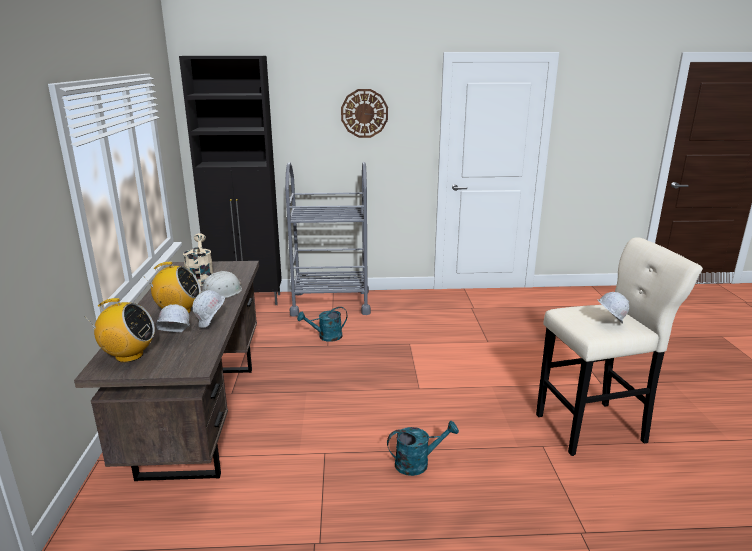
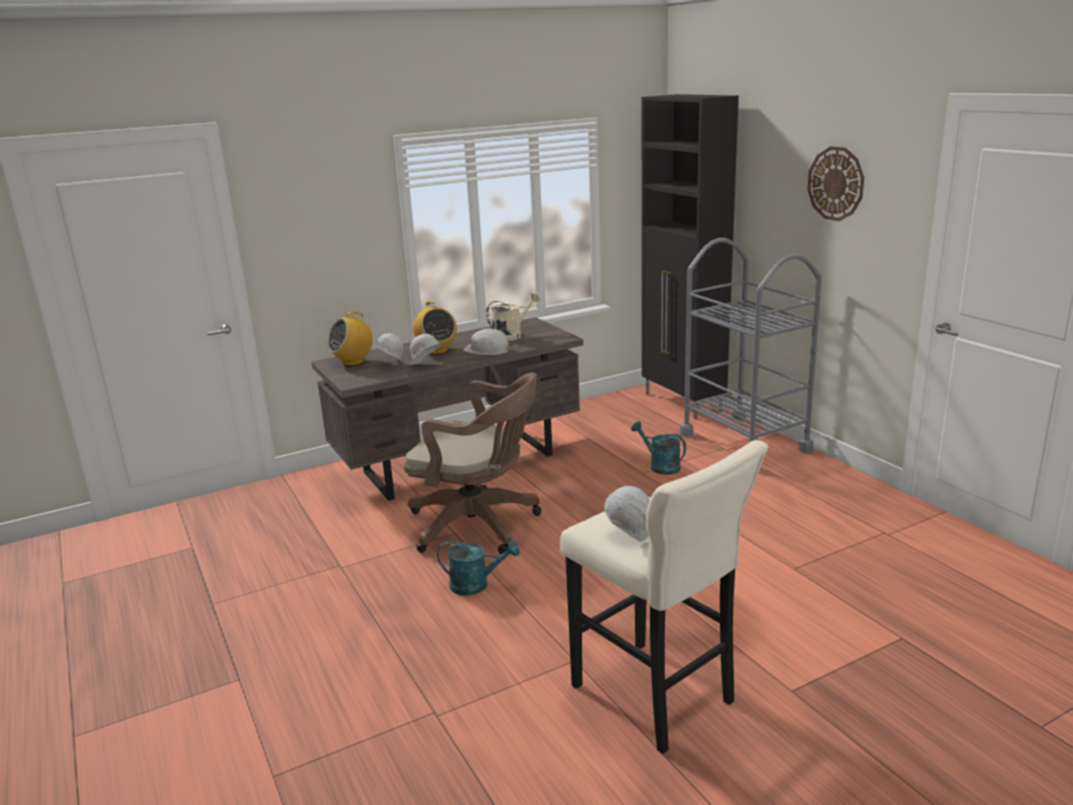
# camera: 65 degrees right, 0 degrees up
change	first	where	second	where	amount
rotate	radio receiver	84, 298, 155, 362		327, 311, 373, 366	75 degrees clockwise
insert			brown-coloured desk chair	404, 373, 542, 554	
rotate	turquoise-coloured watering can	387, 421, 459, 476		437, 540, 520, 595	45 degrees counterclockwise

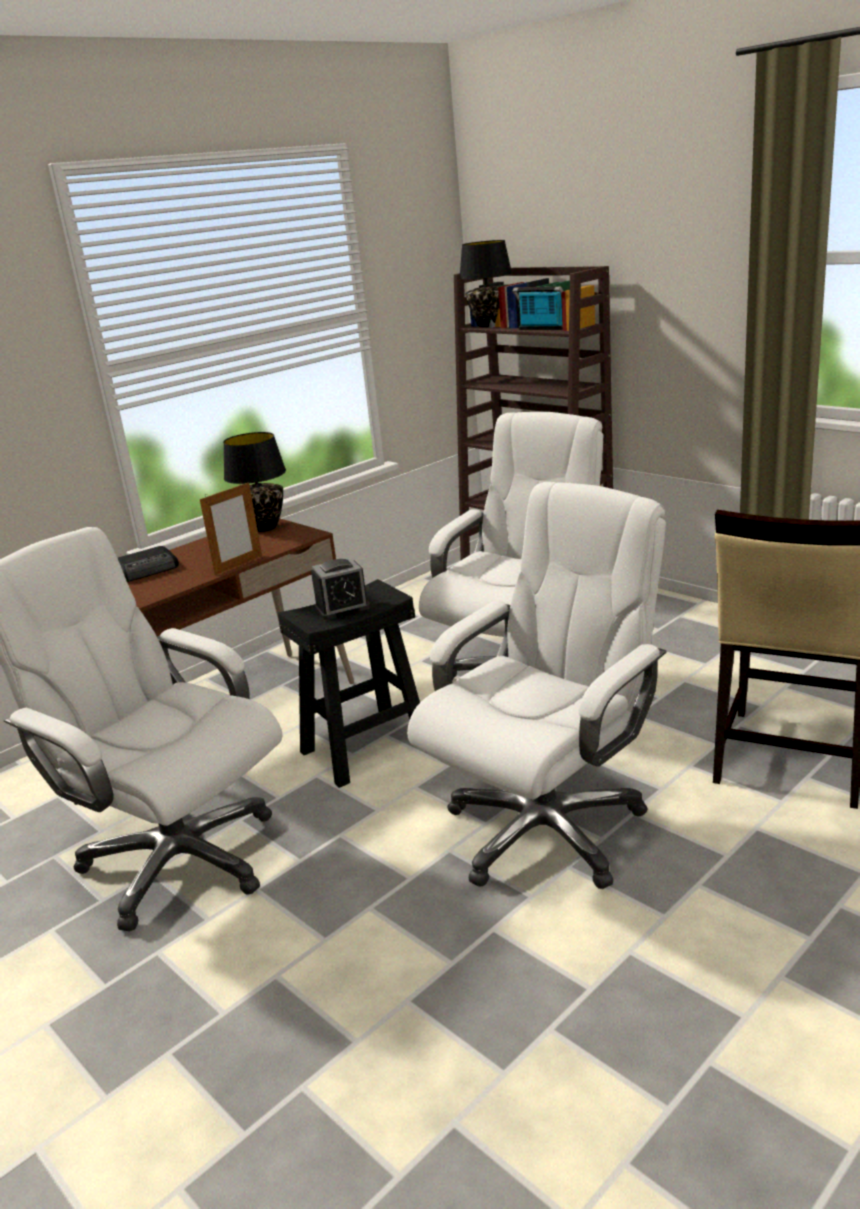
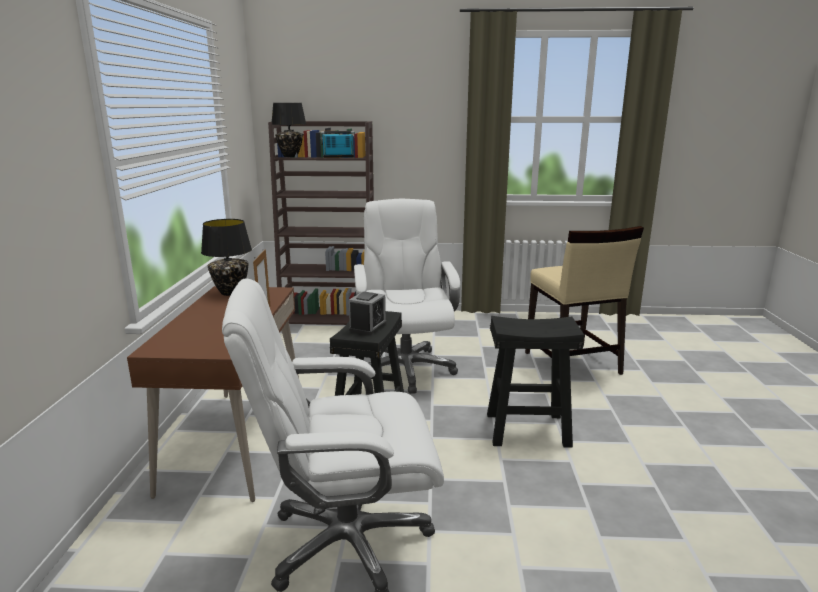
# camera: 45 degrees left, 5 degrees down
change	first	where	second	where	amount
replace	white-coloured desk chair	407, 482, 667, 889	black-coloured stool	487, 316, 584, 448	
delete	radio receiver	118, 546, 179, 582			

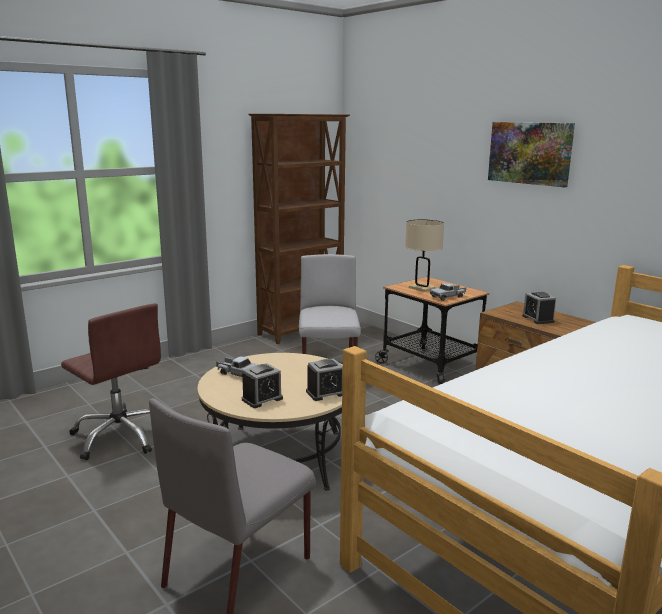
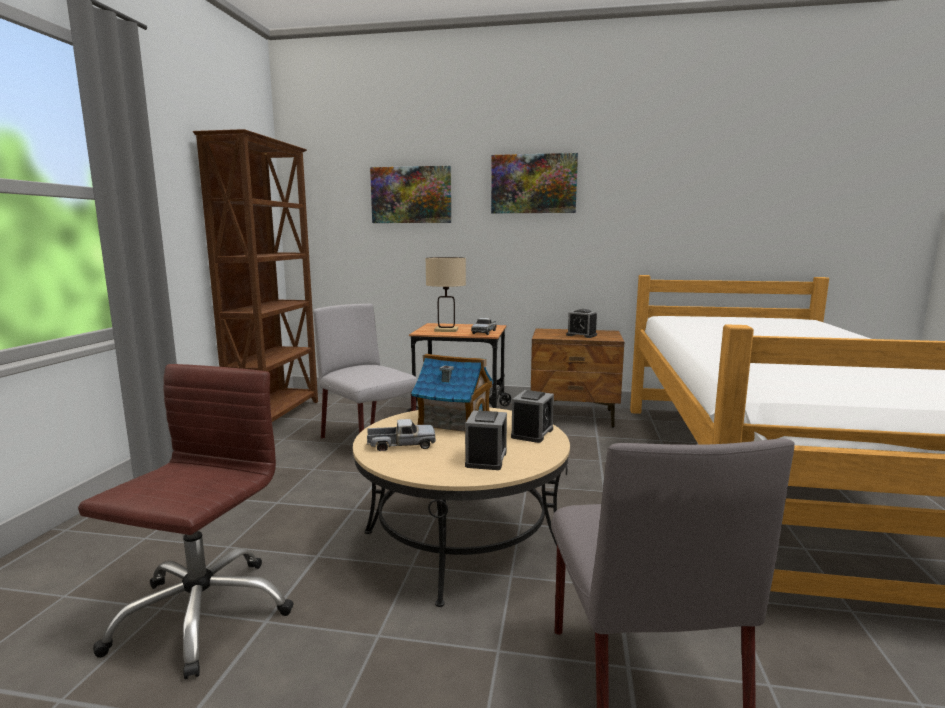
# camera: 40 degrees left, 5 degrees down
change	first	where	second	where	amount
rotate	brown-coloured desk chair	61, 303, 161, 460		78, 364, 294, 680	75 degrees counterclockwise
insert			wall art	370, 166, 451, 223	
insert			model house	411, 354, 494, 432	

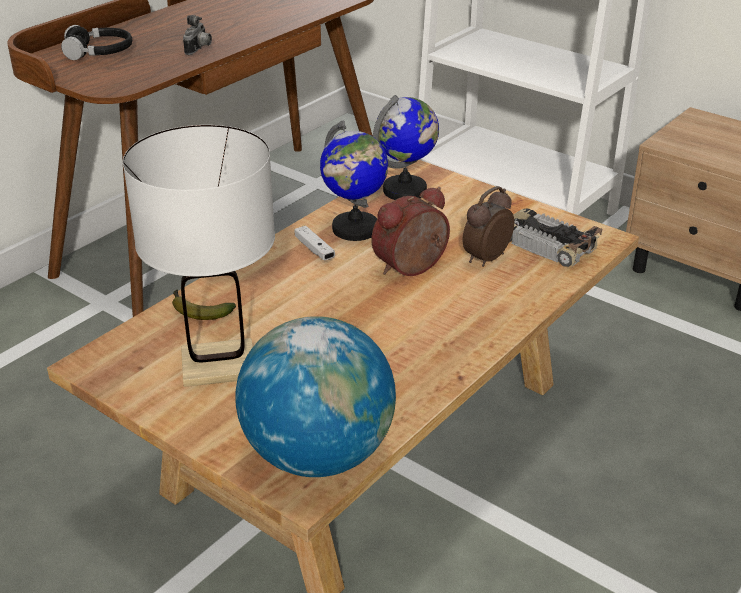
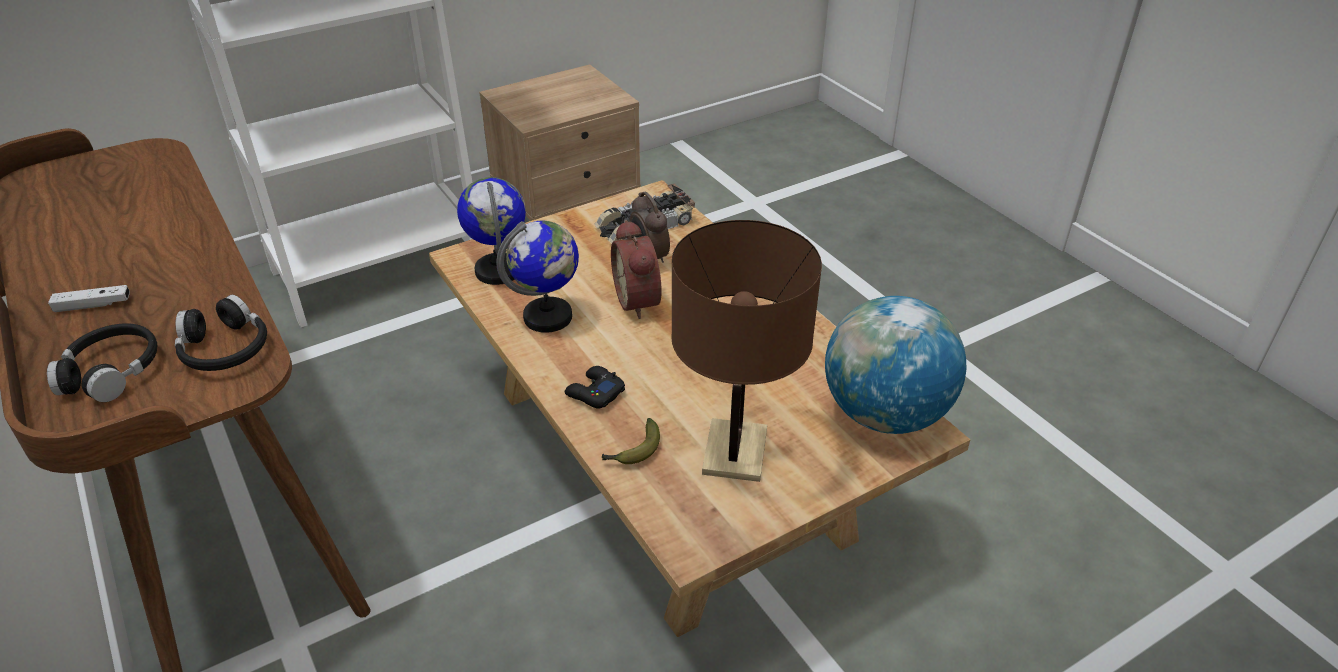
# camera: 70 degrees left, 5 degrees up
change	first	where	second	where	amount
move	white-coloured joypad	295, 226, 335, 260		48, 285, 130, 312	
insert			black-coloured headset	175, 295, 267, 371	
insert			black-coloured joypad	565, 366, 625, 409	
recolor	white-coloured tabletop lamp	123, 125, 275, 387	brown-coloured tabletop lamp	671, 220, 822, 482	
delete	photo camera	183, 15, 212, 55			

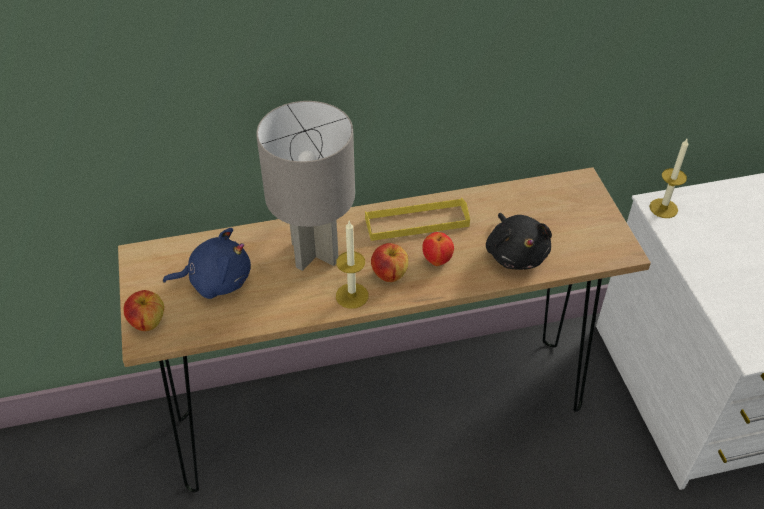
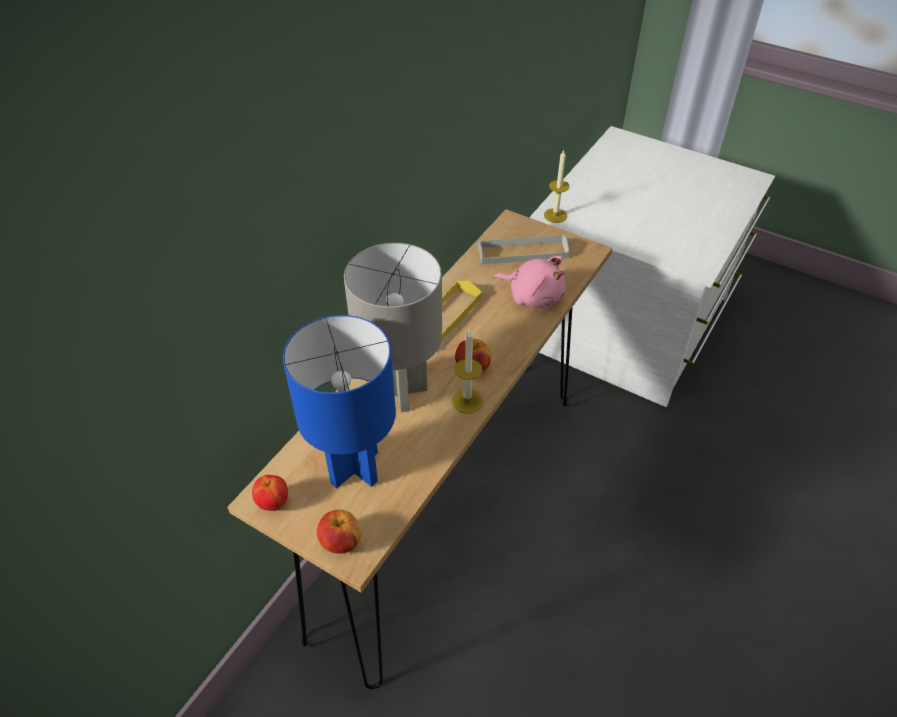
# camera: 45 degrees left, 0 degrees up
change	first	where	second	where	amount
move	whole apple	422, 232, 454, 266		252, 475, 288, 511	
replace	blue plush toy	163, 228, 251, 299	blue tabletop lamp	283, 315, 396, 488	
insert			grey carrying tray	478, 234, 569, 265	
recolor	black-coloured plush toy	486, 213, 552, 270	pink plush toy	494, 256, 566, 308	

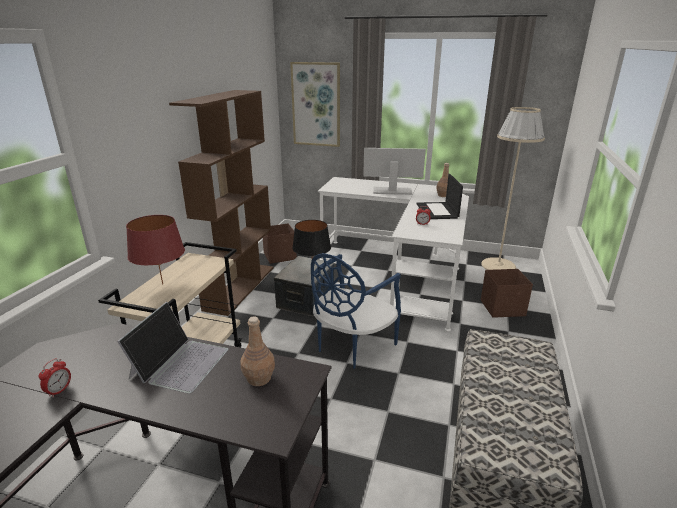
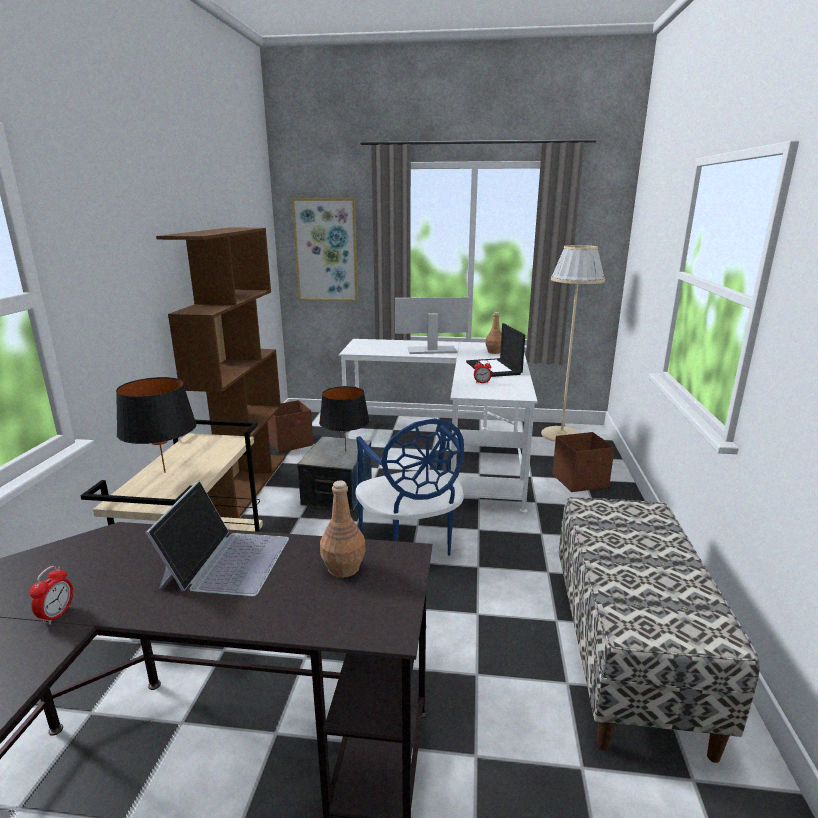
# camera: 10 degrees left, 5 degrees down
change	first	where	second	where	amount
recolor	red-coloured tabletop lamp	126, 215, 185, 285	black-coloured tabletop lamp	116, 377, 197, 473	
rotate	blue plain chair	311, 253, 401, 369		355, 418, 464, 556	45 degrees counterclockwise

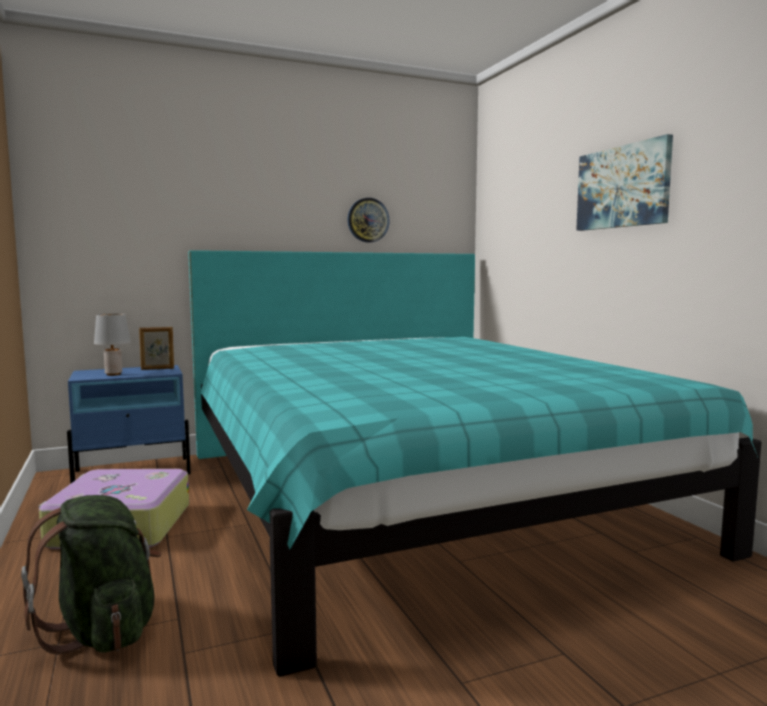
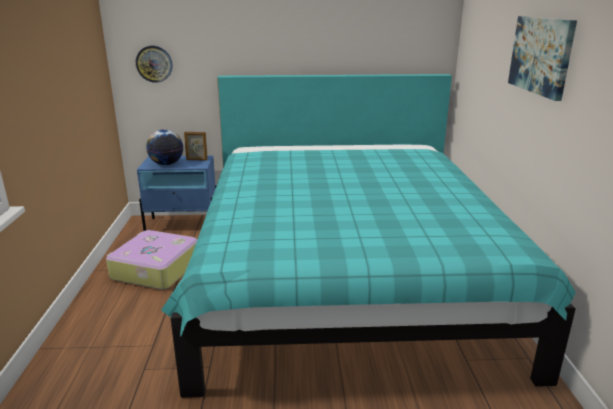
# camera: 20 degrees right, 15 degrees up
change	first	where	second	where	amount
move	hanging clock	348, 198, 390, 242		136, 46, 172, 83	
replace	grey tabletop lamp	94, 313, 131, 376	desk globe	146, 129, 183, 165	
delete	green-coloured knapsack	21, 495, 162, 654			

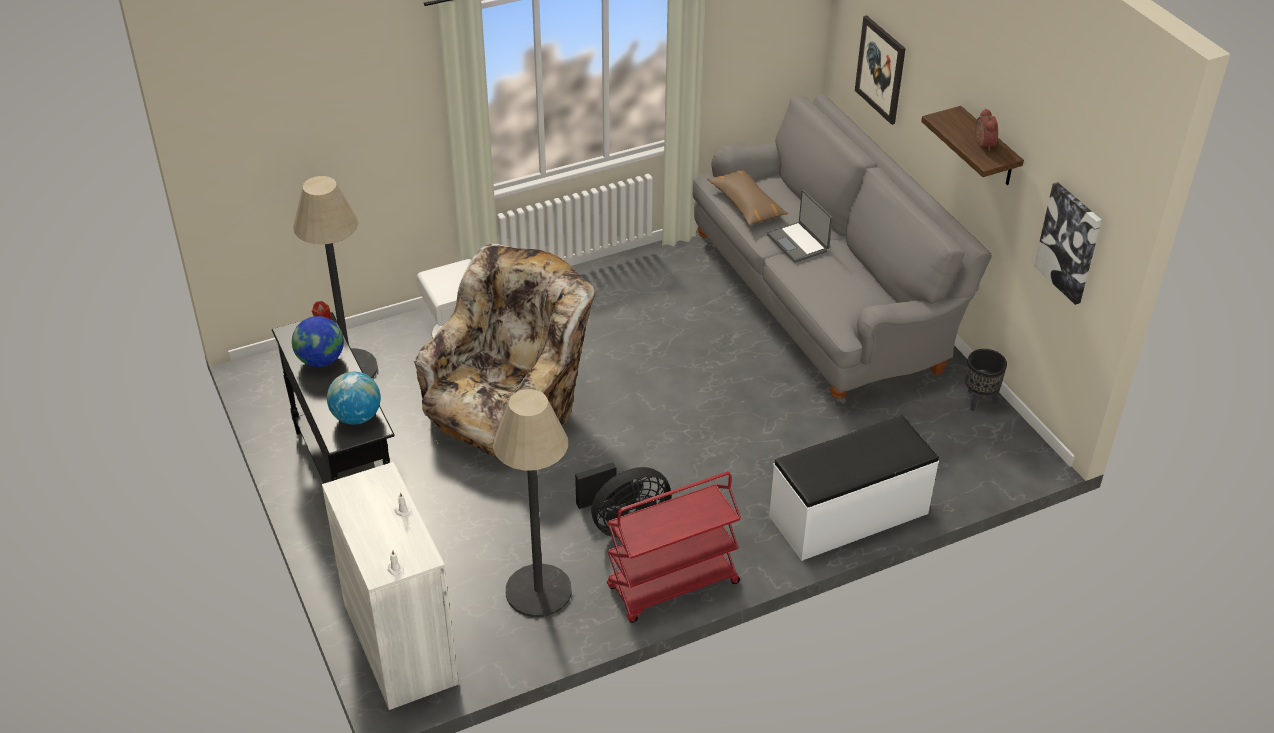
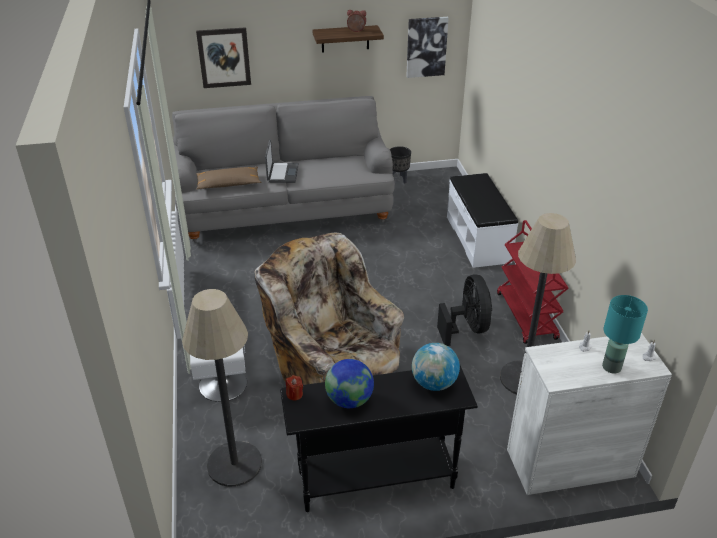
# camera: 75 degrees left, 5 degrees down
change	first	where	second	where	amount
rotate	notebook computer	767, 190, 833, 263		265, 139, 299, 183	75 degrees counterclockwise
insert			turquoise-coloured tabletop lamp	602, 295, 648, 373	

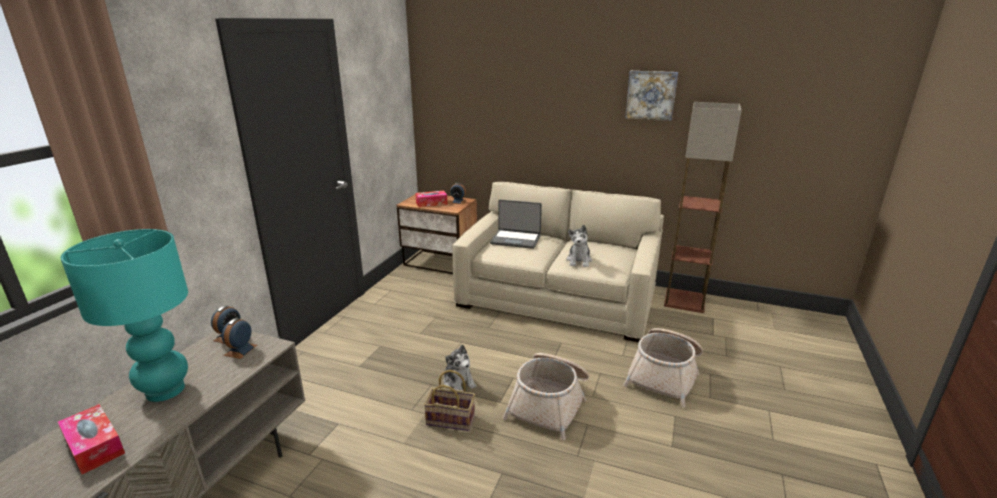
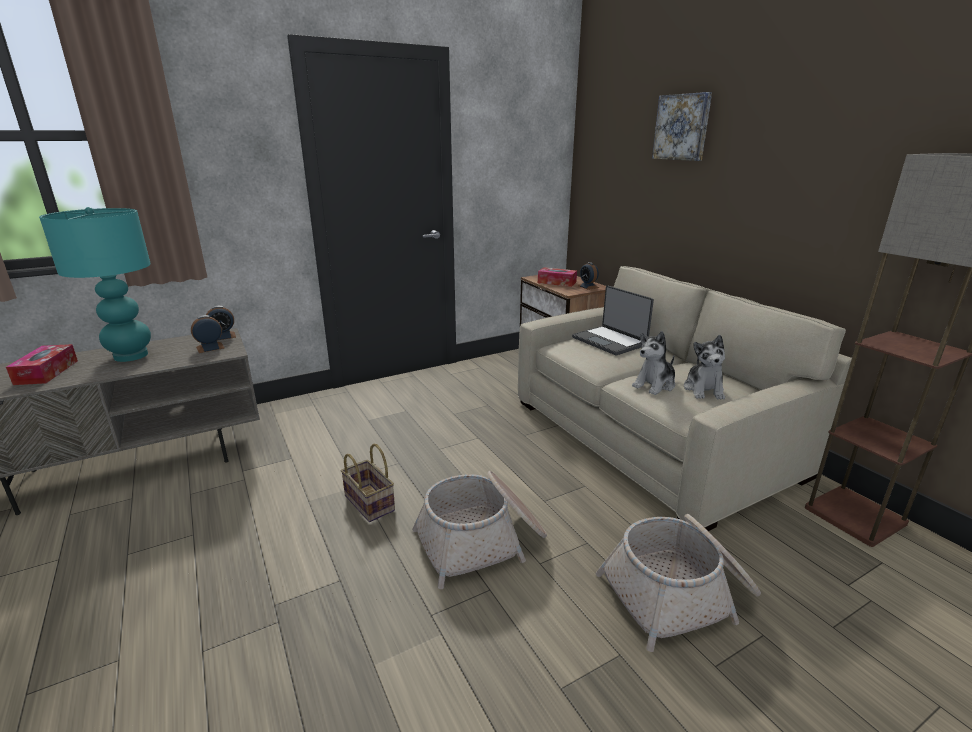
# camera: 40 degrees right, 0 degrees up
change	first	where	second	where	amount
move	wall art	625, 71, 678, 121		652, 92, 712, 161	
move	plush toy	444, 344, 476, 390		684, 335, 725, 400	

